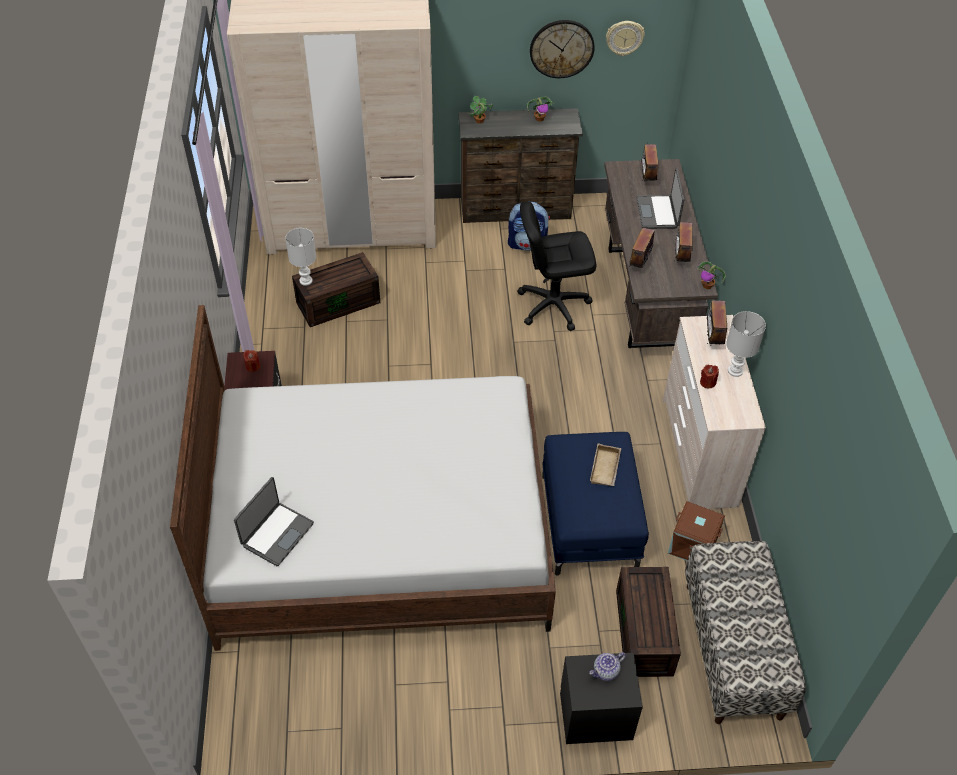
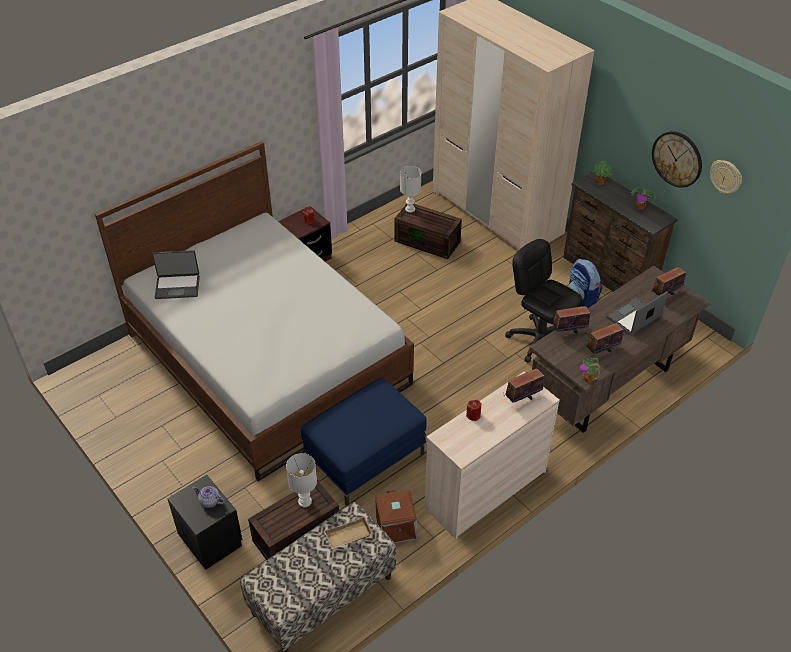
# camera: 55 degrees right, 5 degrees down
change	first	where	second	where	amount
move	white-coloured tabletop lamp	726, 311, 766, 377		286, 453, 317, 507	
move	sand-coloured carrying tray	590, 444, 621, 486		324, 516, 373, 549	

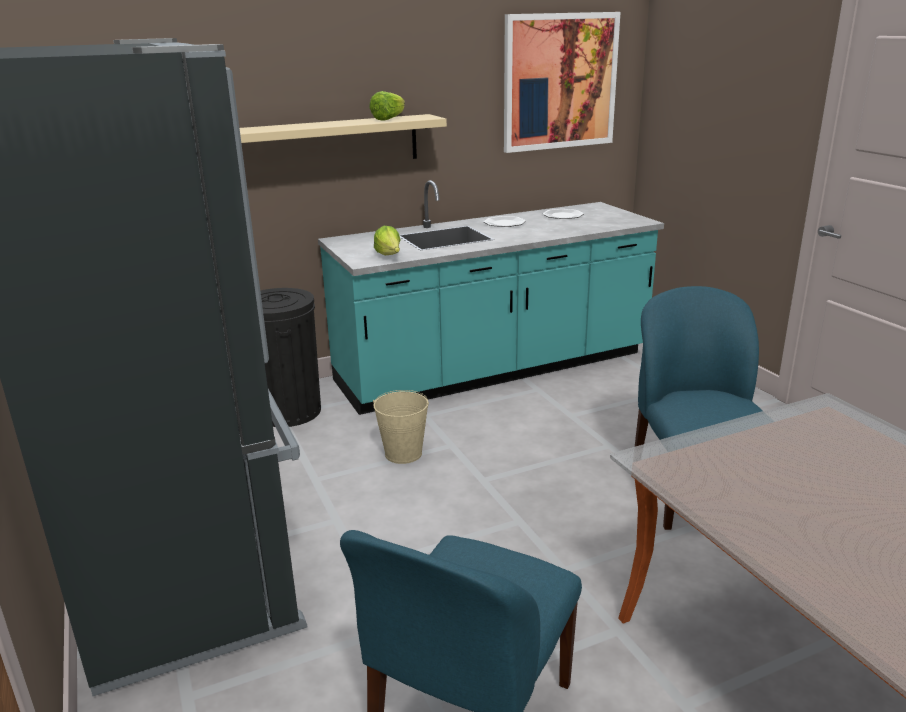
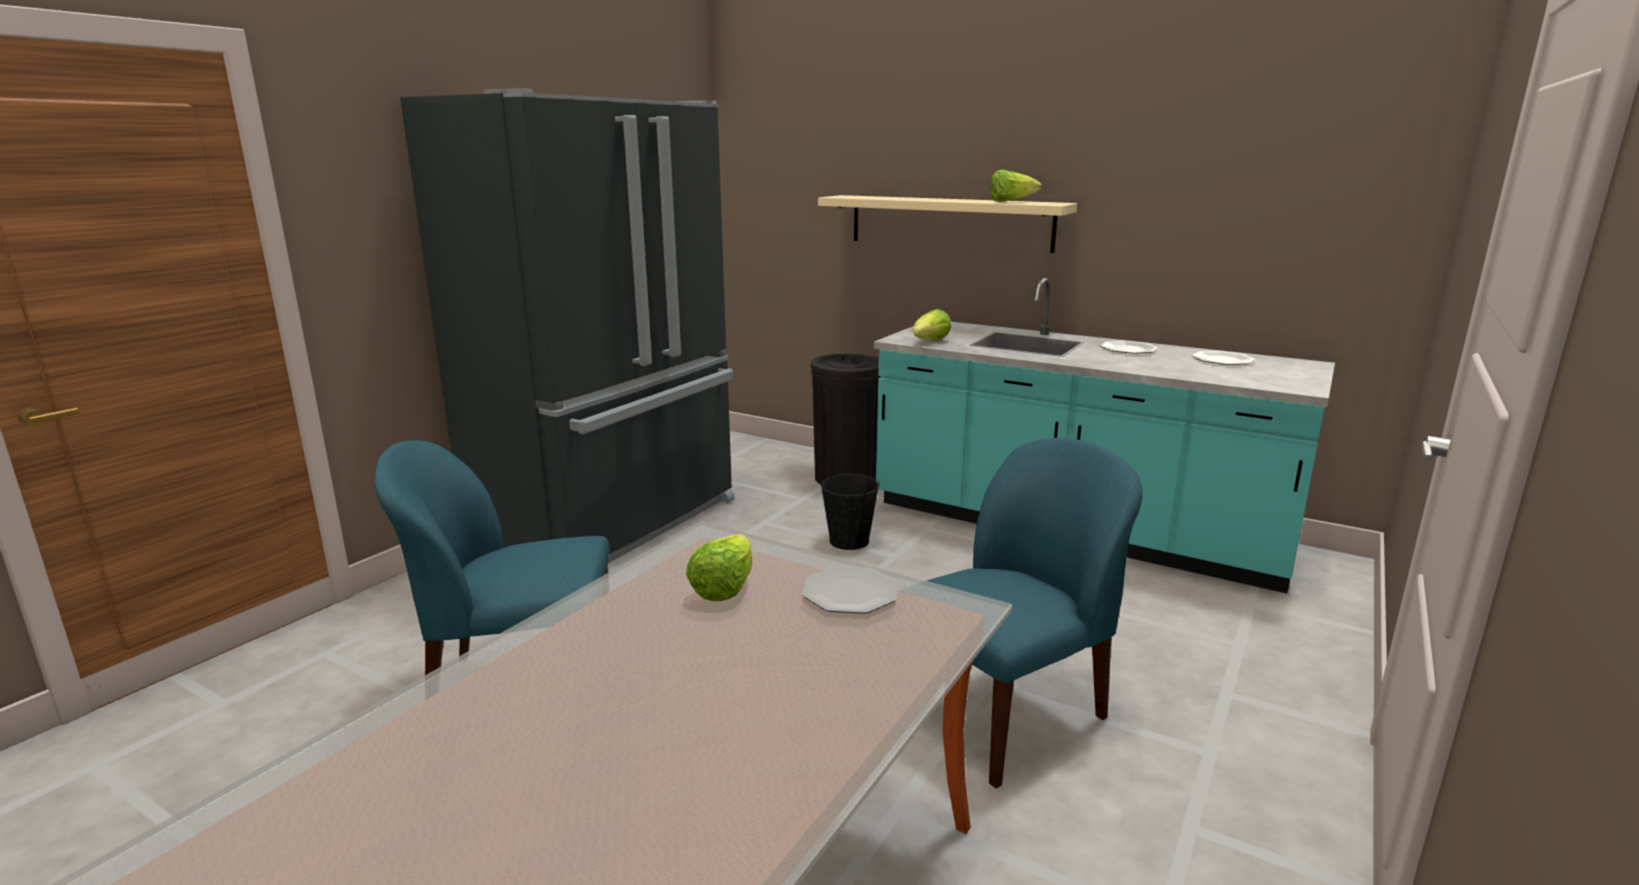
# camera: 55 degrees right, 5 degrees down
change	first	where	second	where	amount
insert			lettuce	686, 534, 752, 601	
insert			flat dish	802, 566, 897, 614	
recolor	sand-coloured bucket	373, 390, 429, 464	black-coloured bucket	821, 472, 880, 550	
delete	wall art	504, 12, 621, 153			

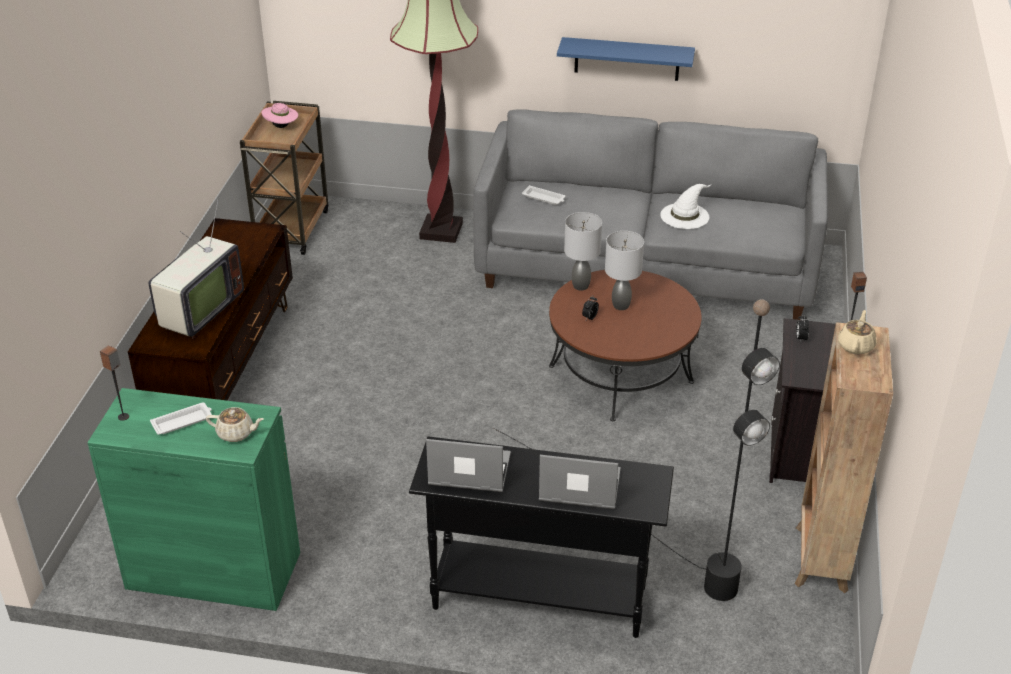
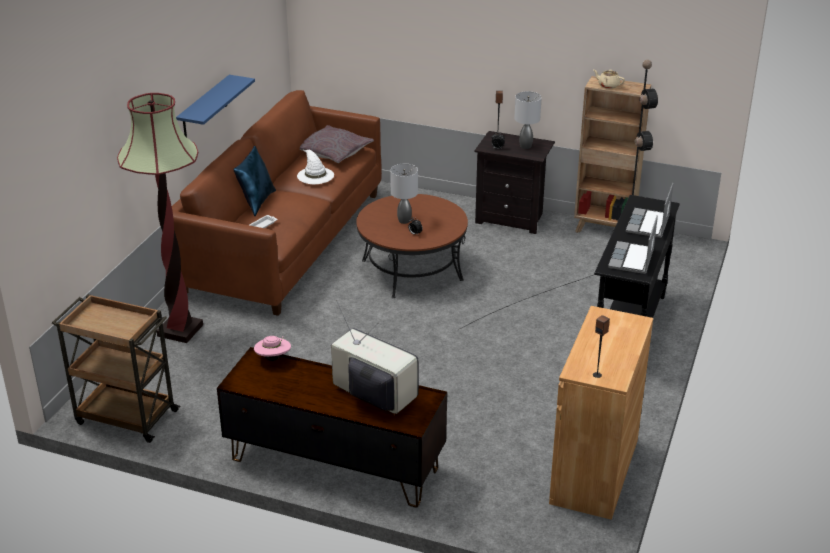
# camera: 80 degrees left, 5 degrees down
change	first	where	second	where	amount
recolor	grey settee	473, 109, 828, 320	brown-coloured settee	172, 90, 382, 316	
insert			blue throw pillow	233, 146, 276, 216	
move	pink hat	262, 103, 298, 128		254, 336, 291, 361	
insert			grey throw pillow	300, 125, 374, 163	
move	grey tabletop lamp	564, 212, 602, 291		514, 91, 542, 149	
recolor	green-coloured cabinet	87, 388, 300, 611	brown-coloured cabinet	549, 306, 653, 520	
delete	white-coloured carrying tray	150, 402, 212, 435			
delete	sand-coloured tea pot	206, 407, 264, 442			

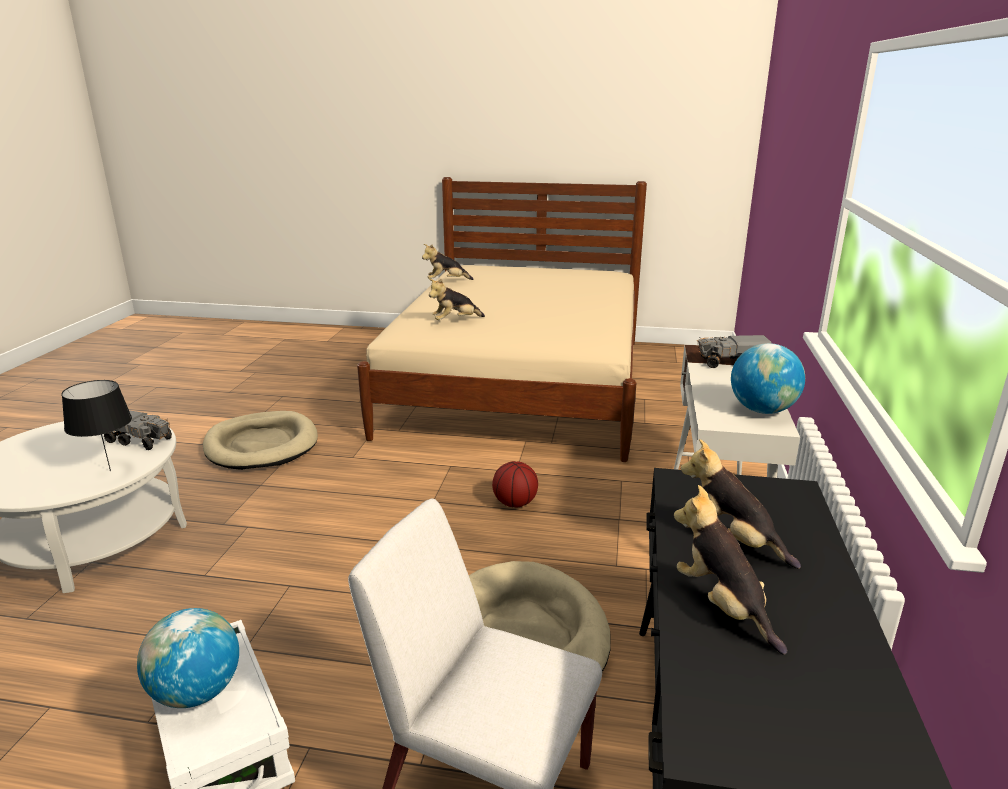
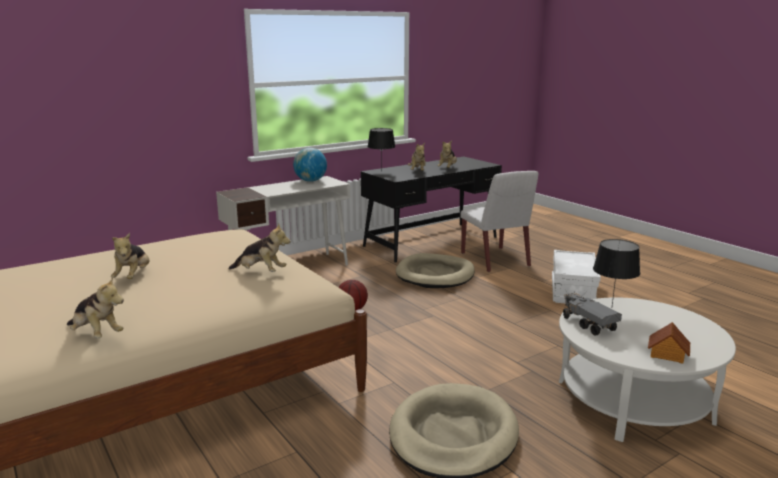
# camera: 135 degrees left, 5 degrees down
change	first	where	second	where	amount
insert			plush toy	111, 233, 149, 279	
insert			black-coloured tabletop lamp	368, 128, 395, 172	
insert			model house	648, 322, 690, 364	
delete	desk globe	137, 608, 239, 708			
delete	model truck	697, 335, 772, 368			

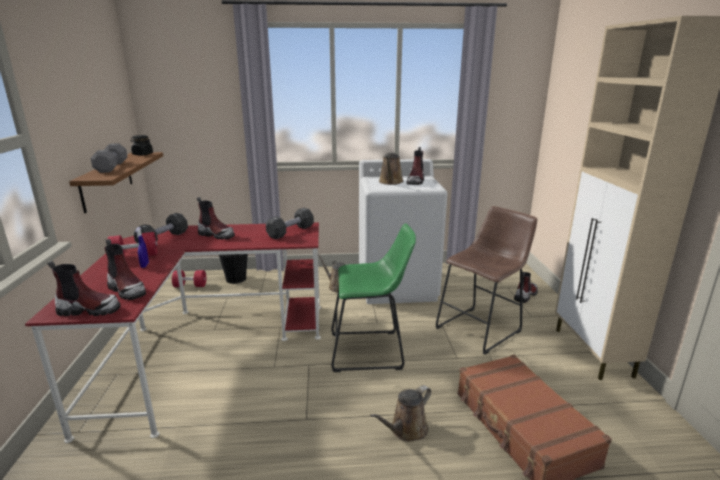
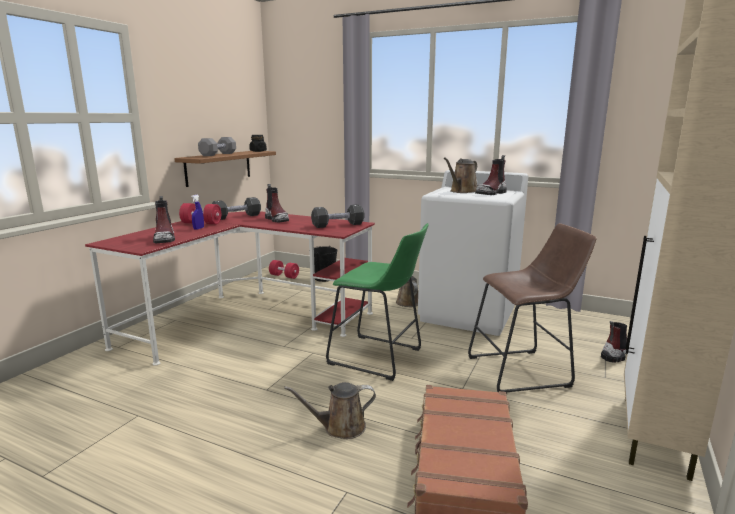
# camera: 30 degrees right, 5 degrees down
change	first	where	second	where	amount
delete	high-top boot	48, 261, 120, 316			

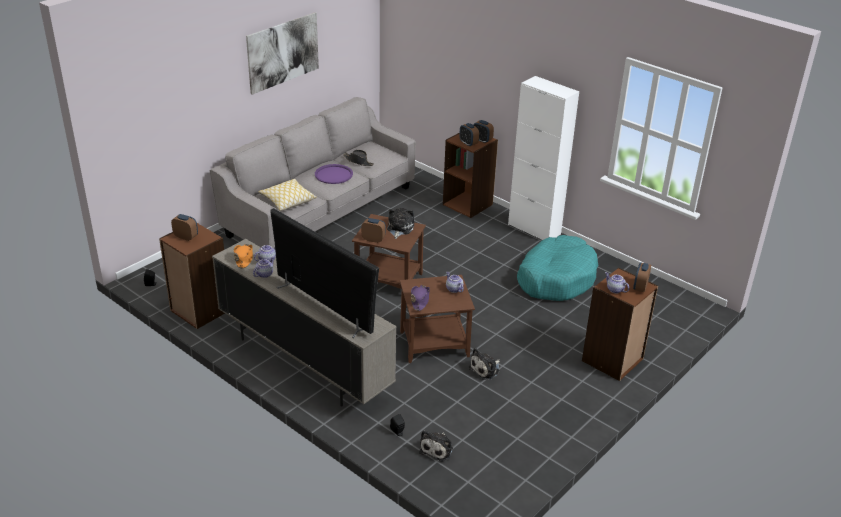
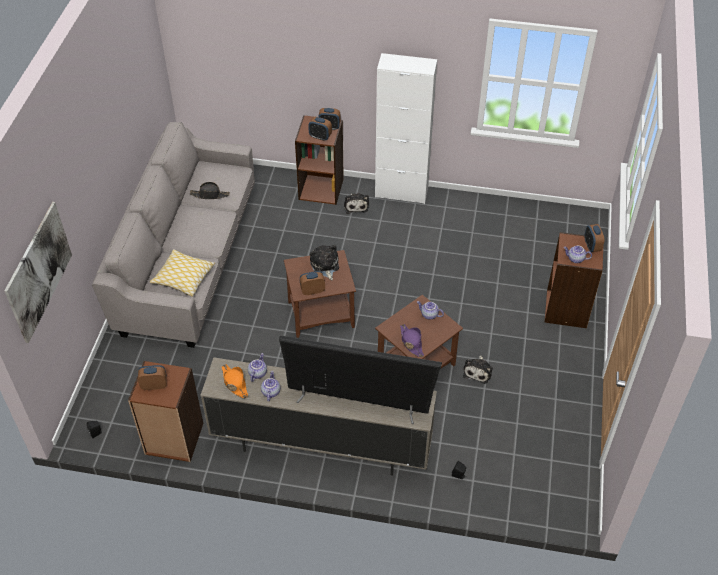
# camera: 30 degrees left, 15 degrees up
change	first	where	second	where	amount
move	wall art	246, 12, 319, 95		4, 202, 72, 343	
move	plush toy	419, 430, 453, 461		344, 193, 369, 214	
delete	purplish carrying tray	315, 164, 353, 184			
delete	turquoise-coloured pet bed	517, 235, 598, 301			

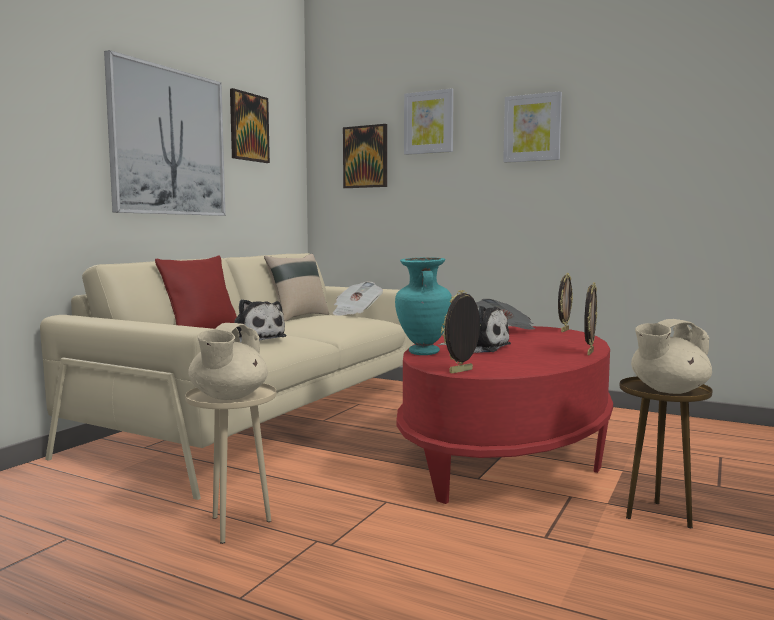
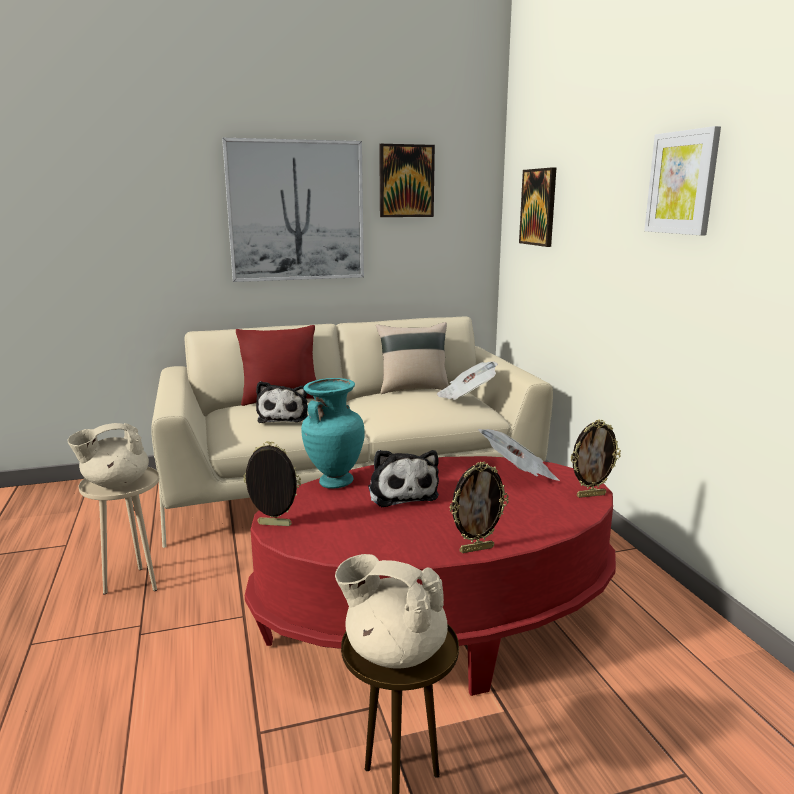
# camera: 45 degrees right, 10 degrees up
change	first	where	second	where	amount
delete	wall art	404, 88, 454, 155			

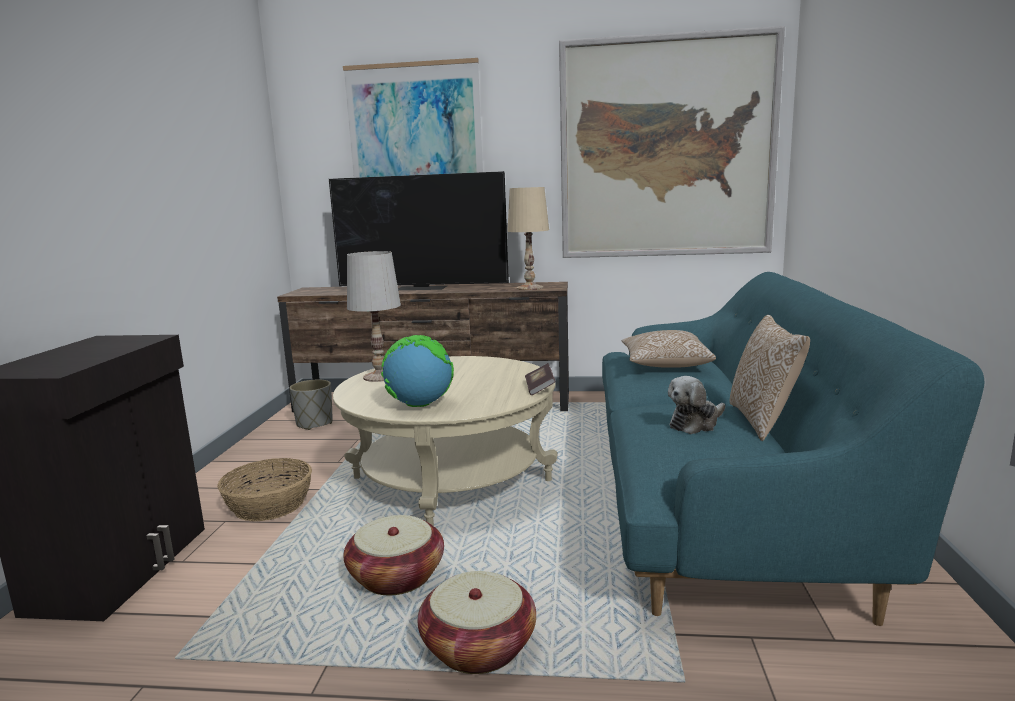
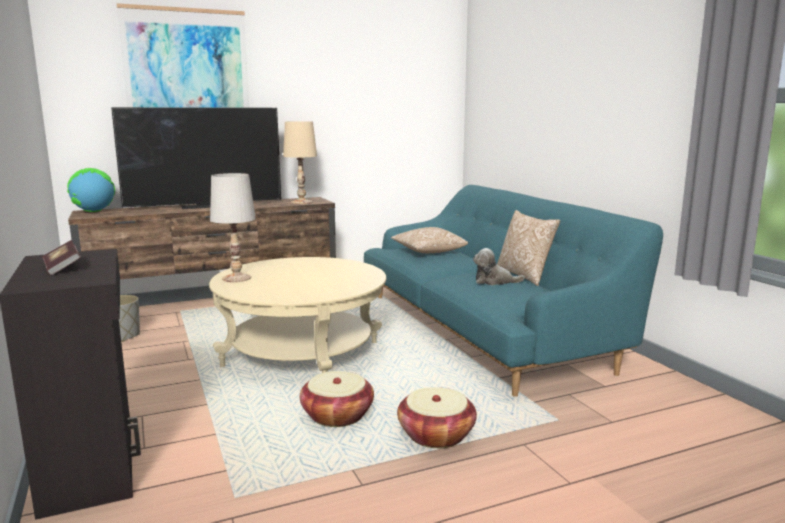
# camera: 30 degrees left, 0 degrees up
change	first	where	second	where	amount
move	book	525, 363, 556, 395		42, 240, 81, 275	
move	desk globe	381, 335, 454, 407		67, 168, 115, 212	
rotate	plush toy	668, 376, 725, 434		473, 248, 525, 285	75 degrees clockwise
delete	storage basket	217, 458, 312, 521			
delete	wall art	559, 26, 785, 258			

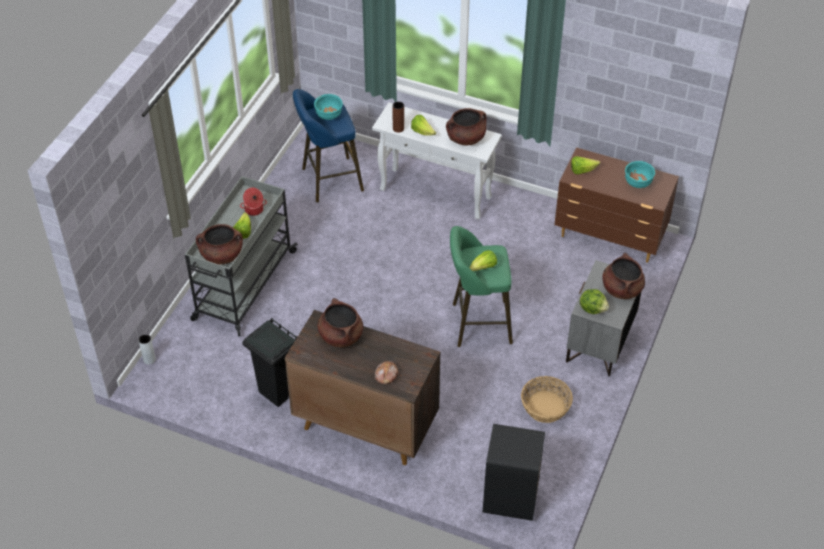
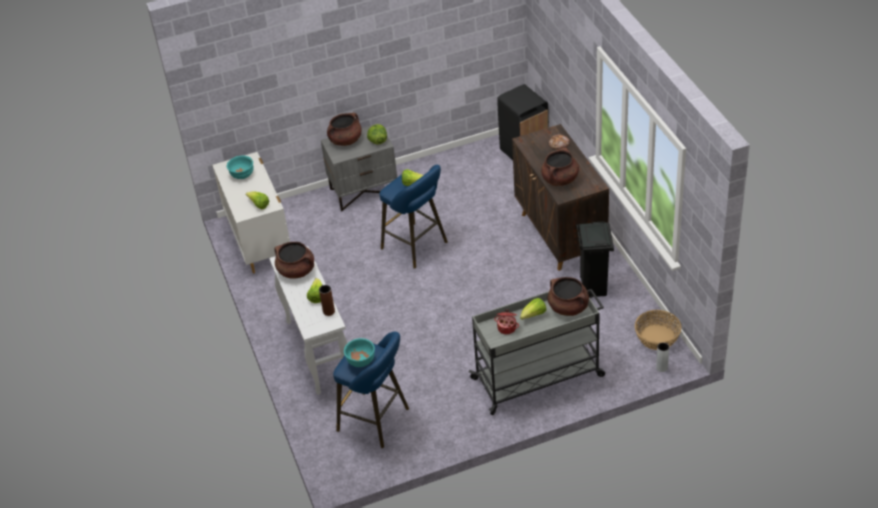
# camera: 130 degrees left, 5 degrees down
change	first	where	second	where	amount
recolor	brown-coloured dresser	554, 147, 679, 262	white-coloured dresser	212, 152, 290, 274	
recolor	green-coloured stool	450, 226, 513, 347	blue stool	380, 165, 448, 269	
move	storage basket	521, 376, 573, 423		635, 310, 682, 350	

